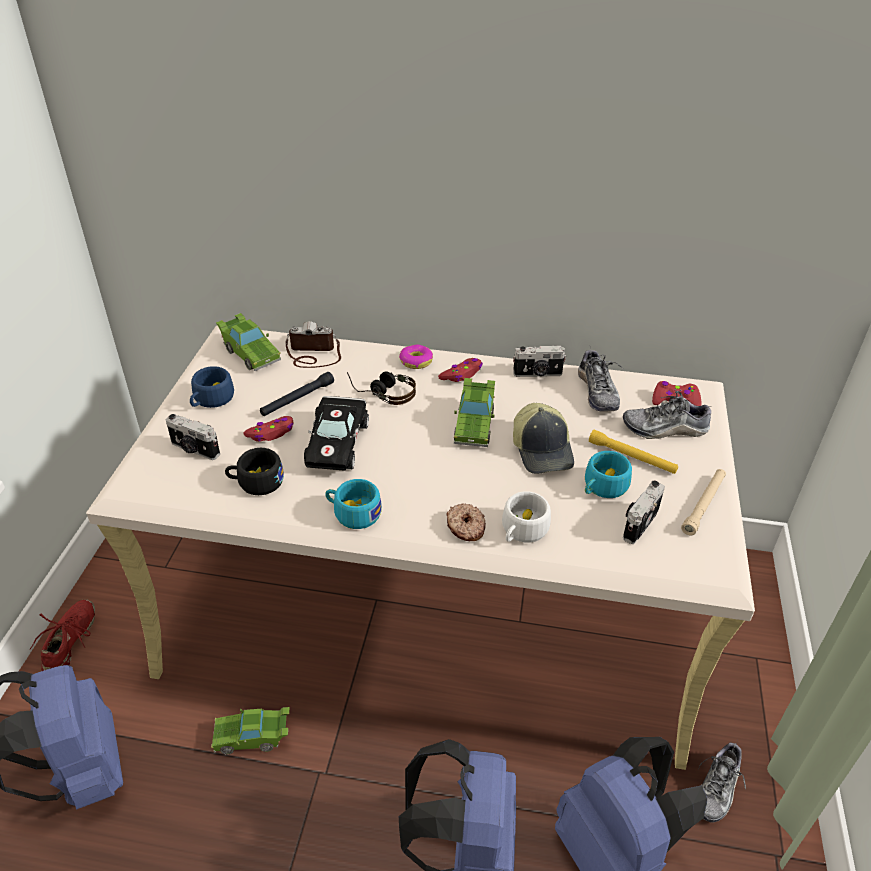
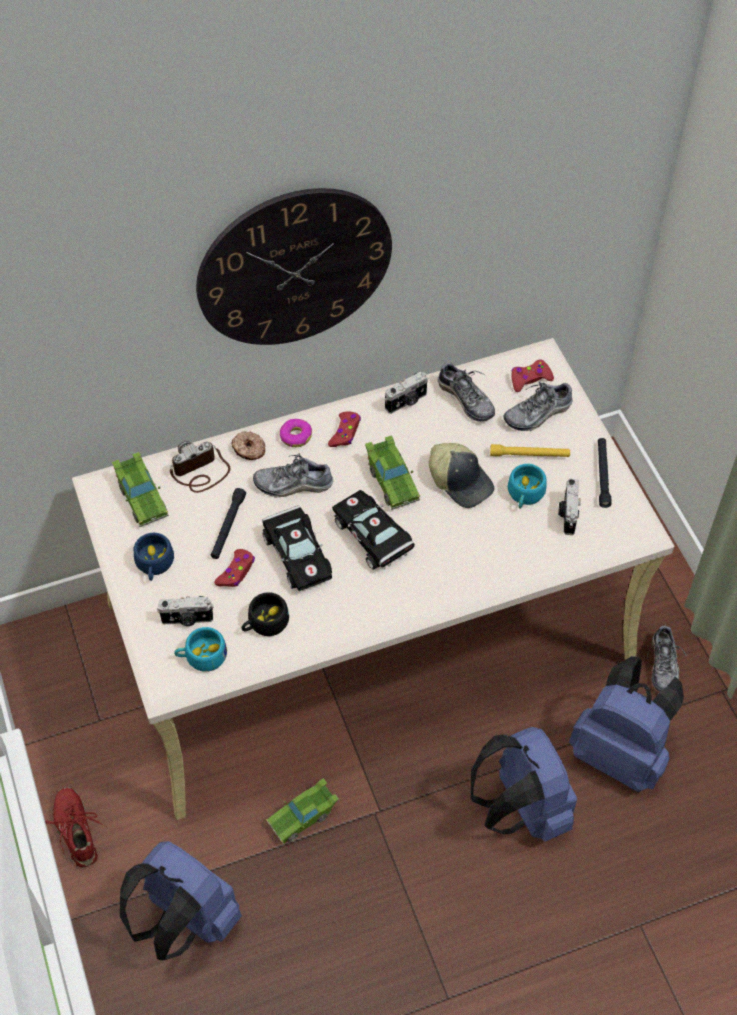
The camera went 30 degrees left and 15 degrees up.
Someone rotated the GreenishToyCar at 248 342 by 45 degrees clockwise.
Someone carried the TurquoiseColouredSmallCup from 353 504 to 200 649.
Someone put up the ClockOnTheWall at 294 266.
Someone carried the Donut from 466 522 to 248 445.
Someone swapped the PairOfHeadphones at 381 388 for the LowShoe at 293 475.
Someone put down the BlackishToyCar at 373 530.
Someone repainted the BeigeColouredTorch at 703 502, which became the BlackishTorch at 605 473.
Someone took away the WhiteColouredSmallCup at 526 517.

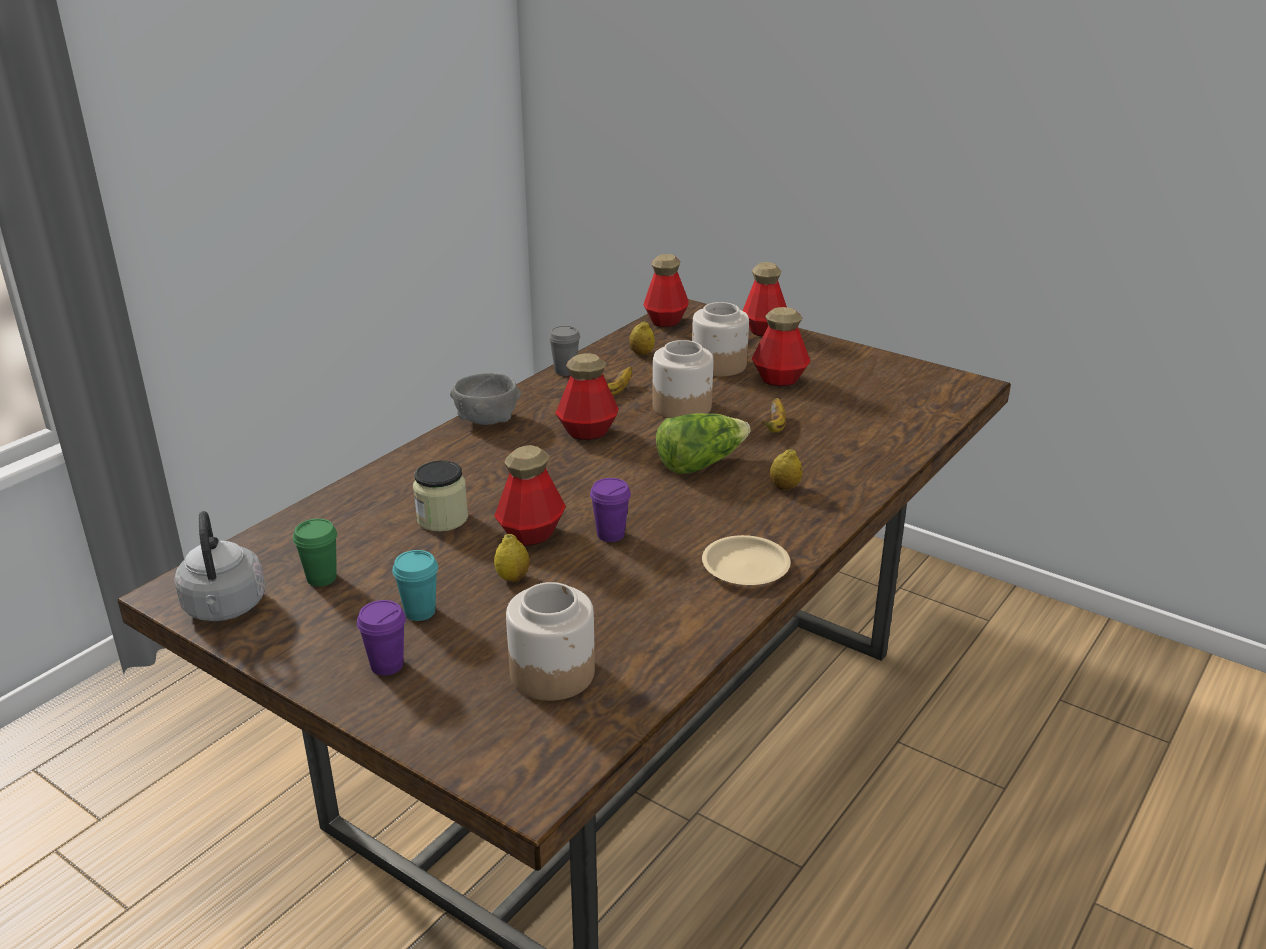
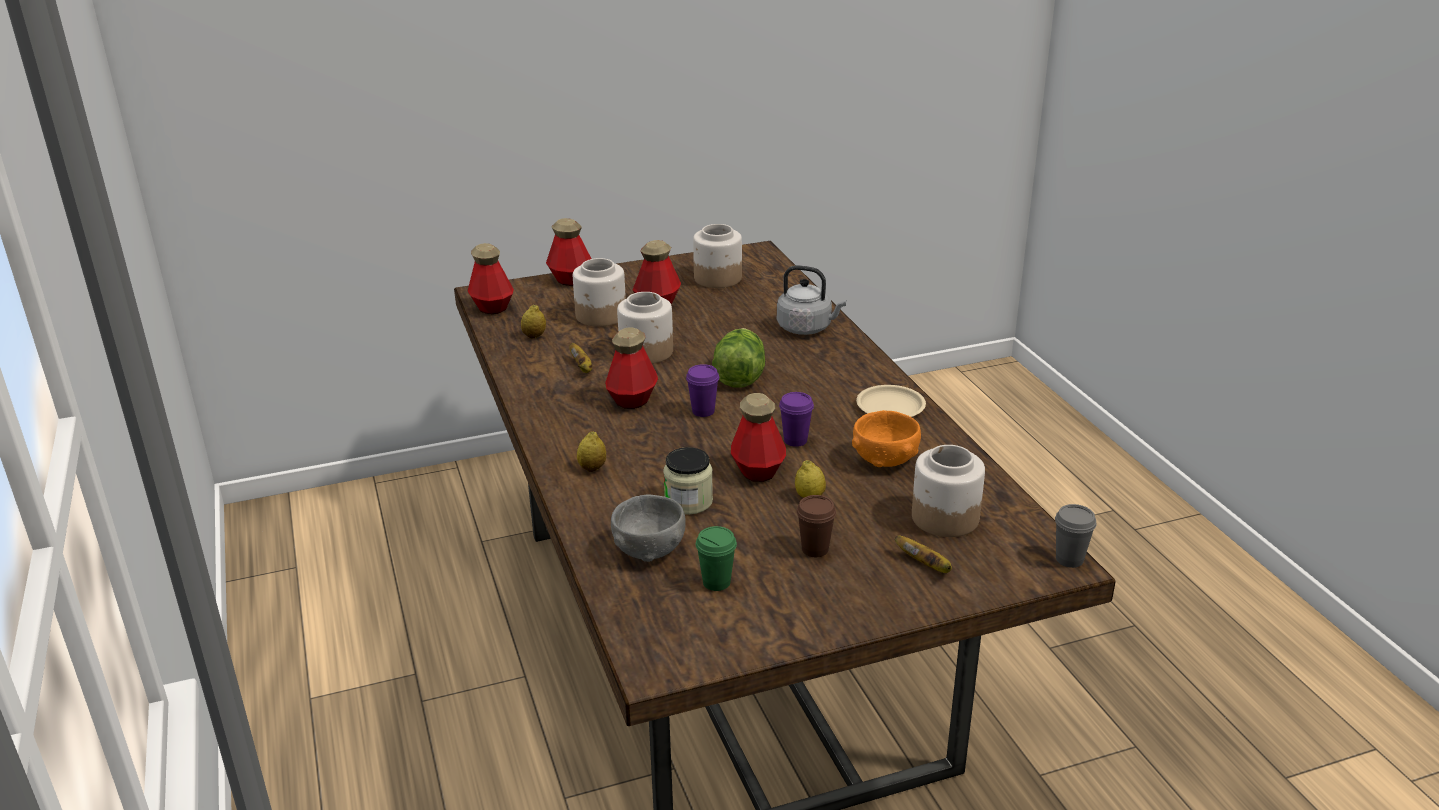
The camera went 55 degrees left and 0 degrees up.
Someone carried the CitrusFruit from 786 469 to 591 452.
Someone carried the GrayBowl from 485 399 to 648 528.
Someone carried the PurplishSmallCup from 381 638 to 702 390.
Someone put down the Jar at 717 256.
Someone carried the GrayWaterKettle from 219 566 to 811 300.
Someone repainted the TurquoiseColouredSmallCup at 415 585, which became the BrownishSmallCup at 816 526.
Someone put down the OrangeyBowl at 886 438.
Someone carried the WholeBanana from 774 415 to 923 554.
Someone carried the GraySmallCup from 564 351 to 1075 536.

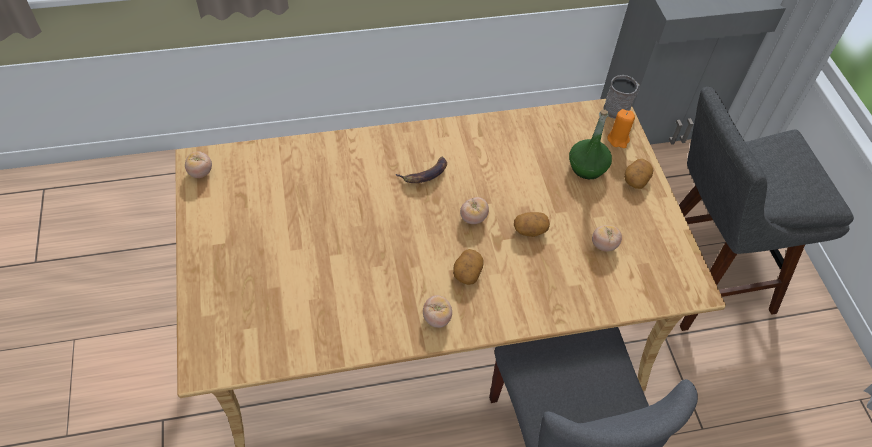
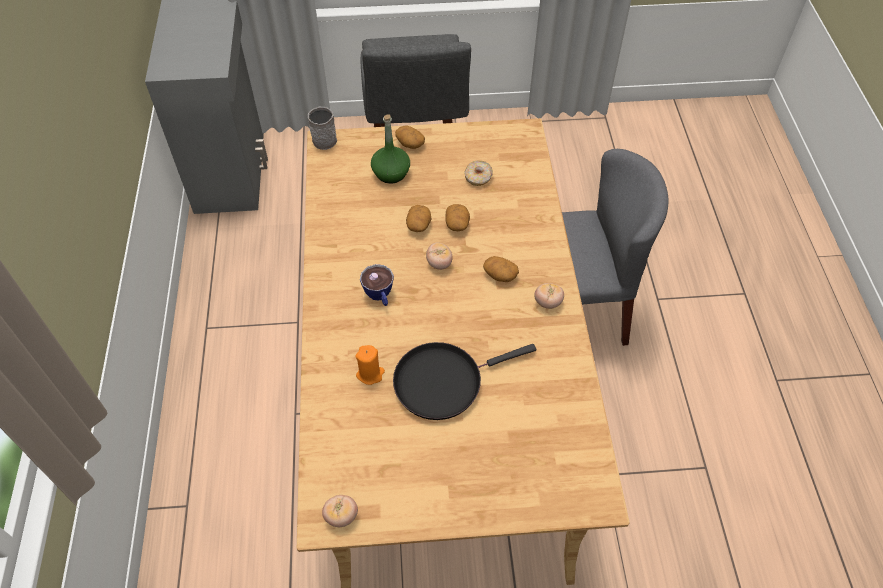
The camera went 80 degrees left and 0 degrees up.
Someone carried the OrangeyWaxCandle from 621 128 to 370 365.
Someone swapped the WholeBanana at 421 170 for the SmallCup at 377 285.
Someone put down the BlackishSkillet at 464 381.
Someone put down the Potato at 419 218.
Someone swapped the FreshTomato at 607 238 for the Donut at 478 173.

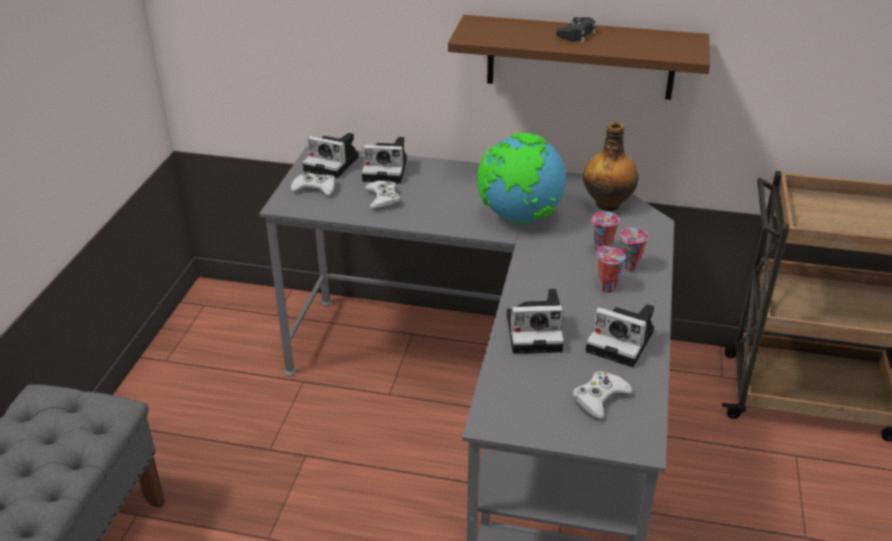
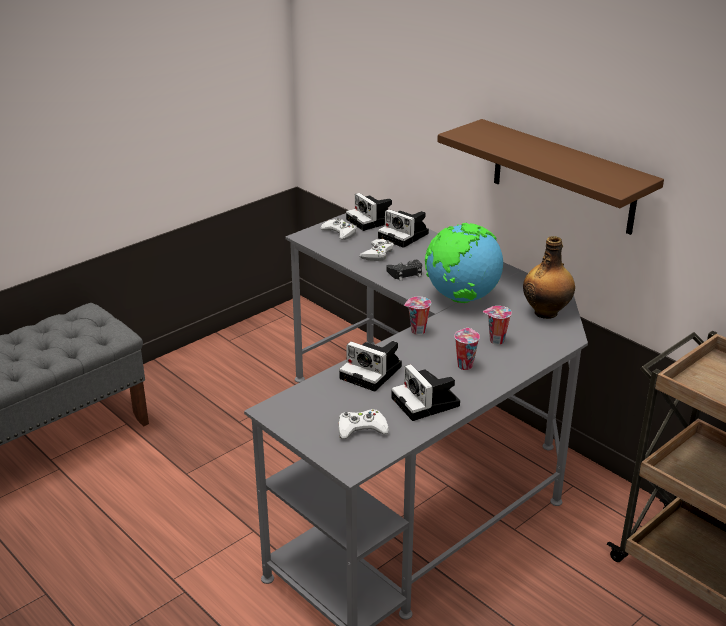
The camera went 35 degrees right and 5 degrees down.
Someone carried the BlackishGameController from 576 29 to 404 270.
Someone carried the SmallCup from 635 249 to 417 316.

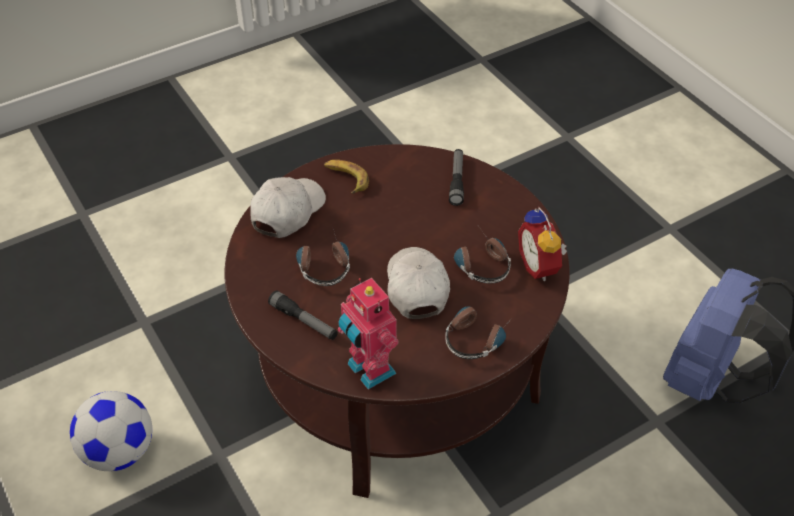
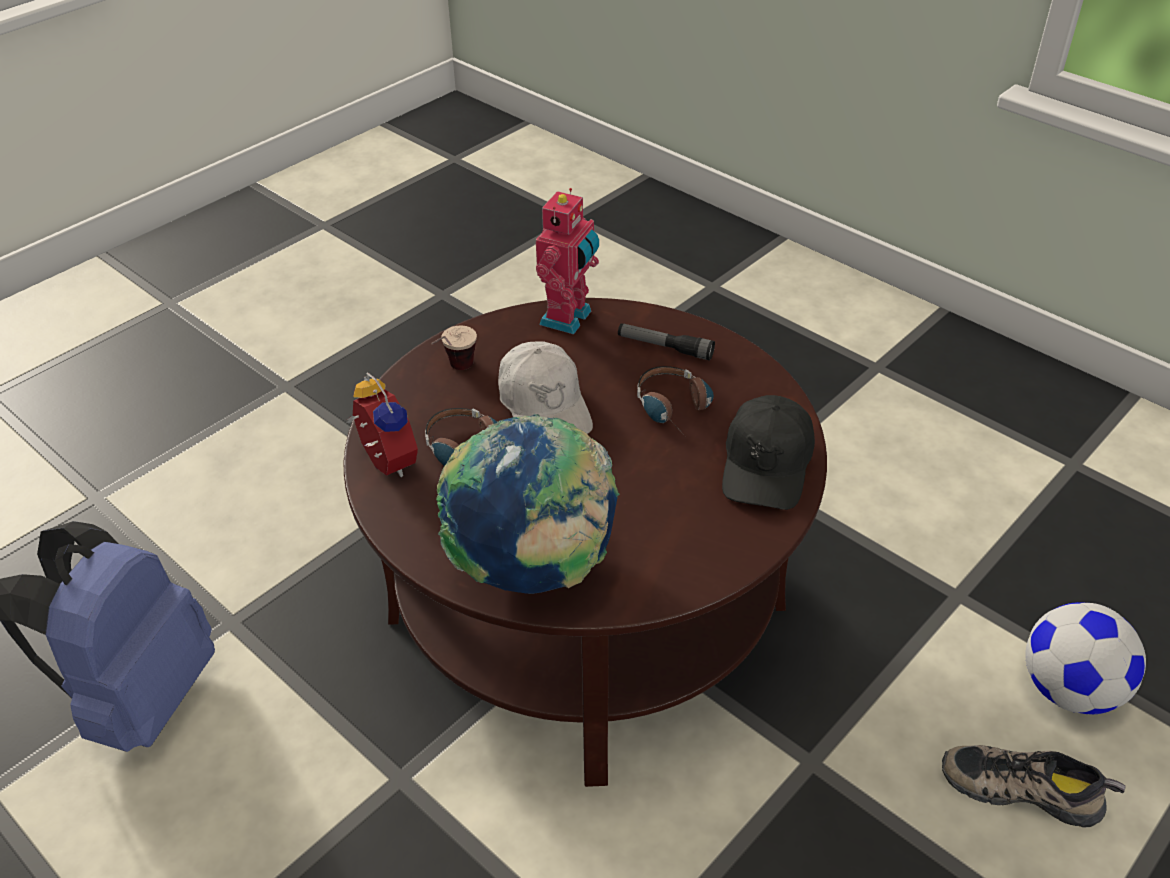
The camera went 165 degrees right and 5 degrees down.
Someone swapped the PairOfHeadphones at 480 333 for the SmallCup at 454 347.
Someone swapped the Torch at 456 177 for the Globe at 527 504.
Someone rotated the ModelRobot at 368 333 by 75 degrees clockwise.
Someone repainted the WhiteColouredBaseballCap at 288 207, which became the BlackishBaseballCap at 768 452.
Someone put down the LowShoe at 1034 786.
Someone carried the BallForFootball from 111 431 to 1085 658.
Someone took away the WholeBanana at 346 177.

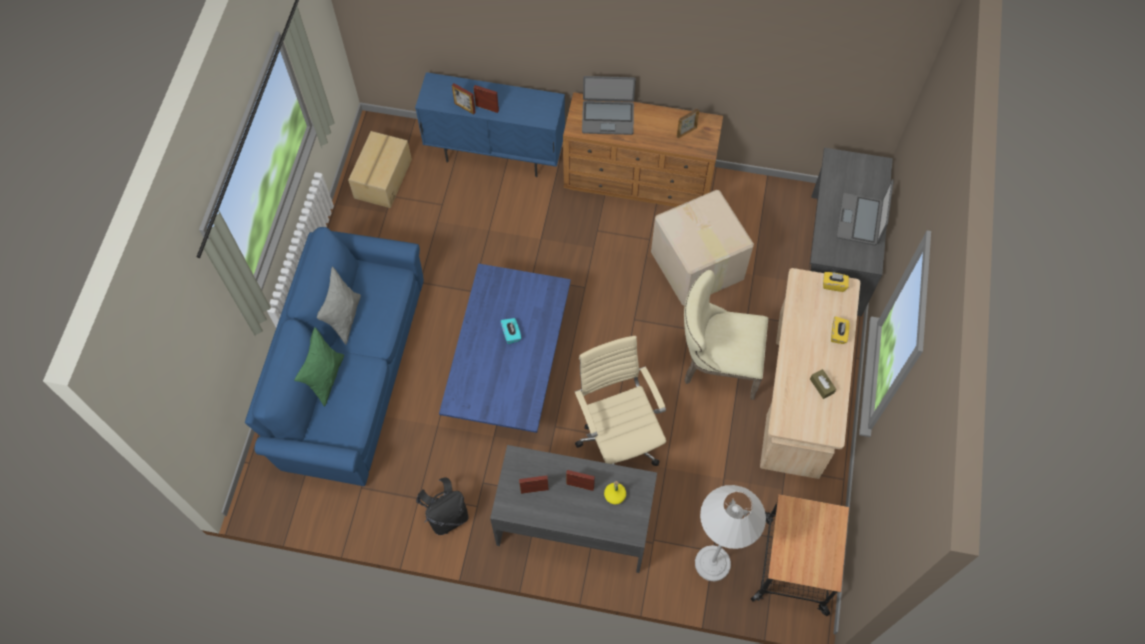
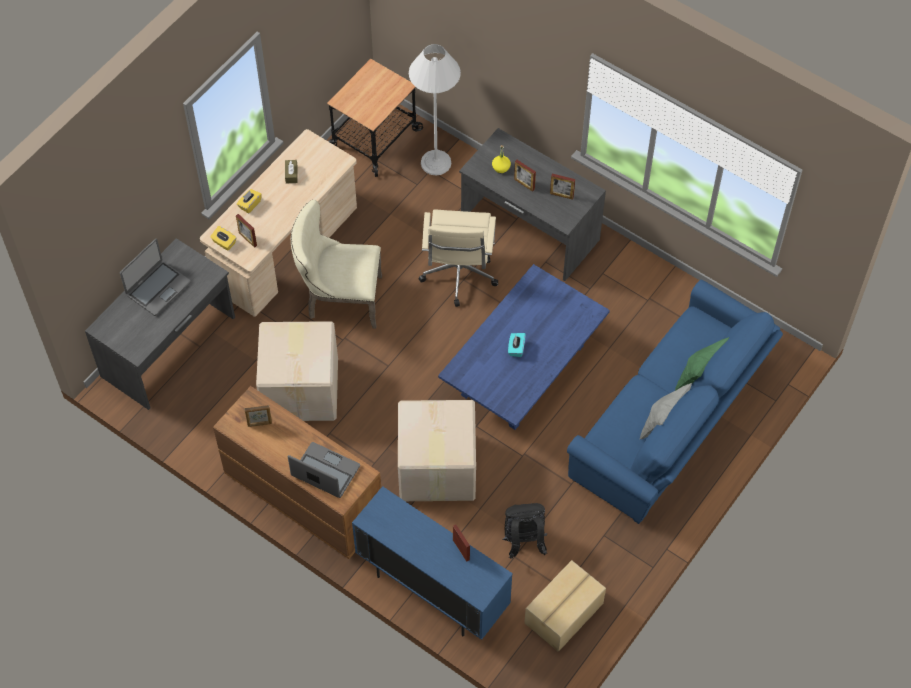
The camera went 155 degrees left and 5 degrees down.
Someone carried the StandingFrame from 486 99 to 246 231.
Someone rotated the BeigeColouredChair at 726 335 by 150 degrees clockwise.
Someone put down the PackingBox at 437 450.
Someone carried the BlackishRucksack from 442 506 to 524 531.

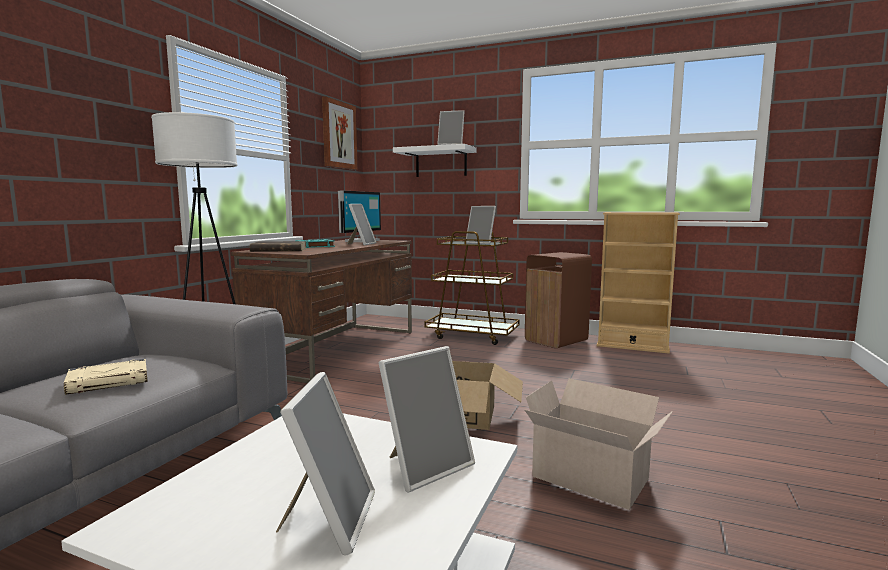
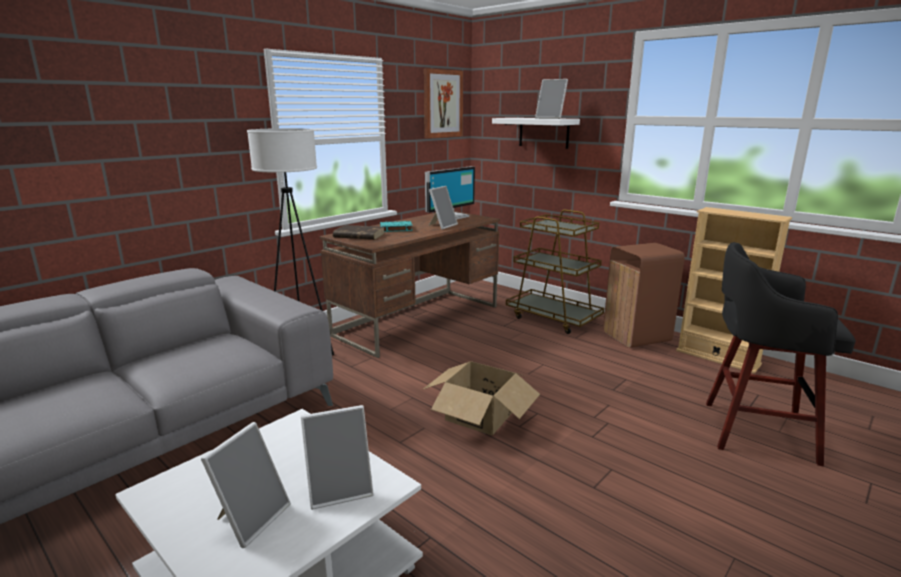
The camera went 20 degrees right and 10 degrees up.
Someone put down the BlackishStool at 781 354.
Someone took away the BeigeColouredBook at 106 377.
Someone took away the StandingFrame at 481 225.
Someone took away the PackingBox at 598 444.

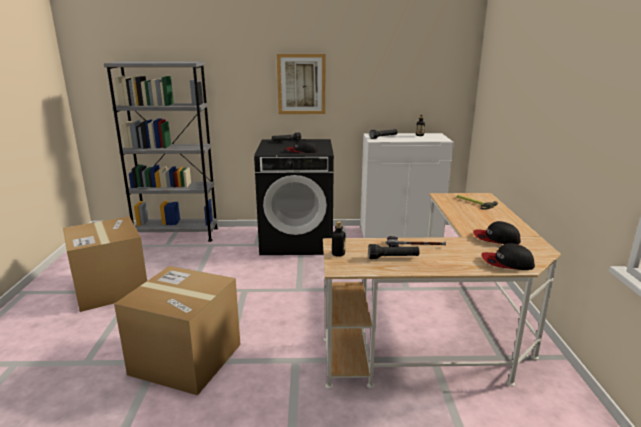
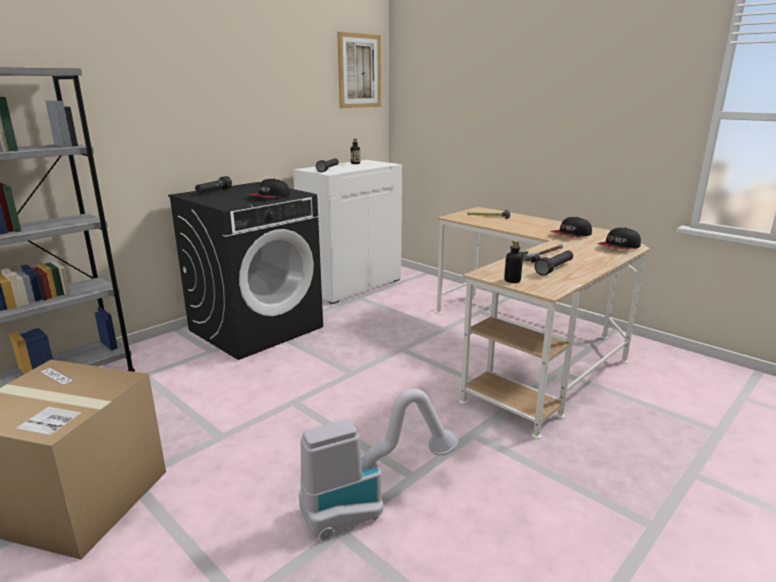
The camera went 45 degrees left and 0 degrees up.
Someone swapped the PackingBox at 177 331 for the VacuumCleaner at 379 465.
Someone carried the WallPicture from 301 84 to 359 70.

